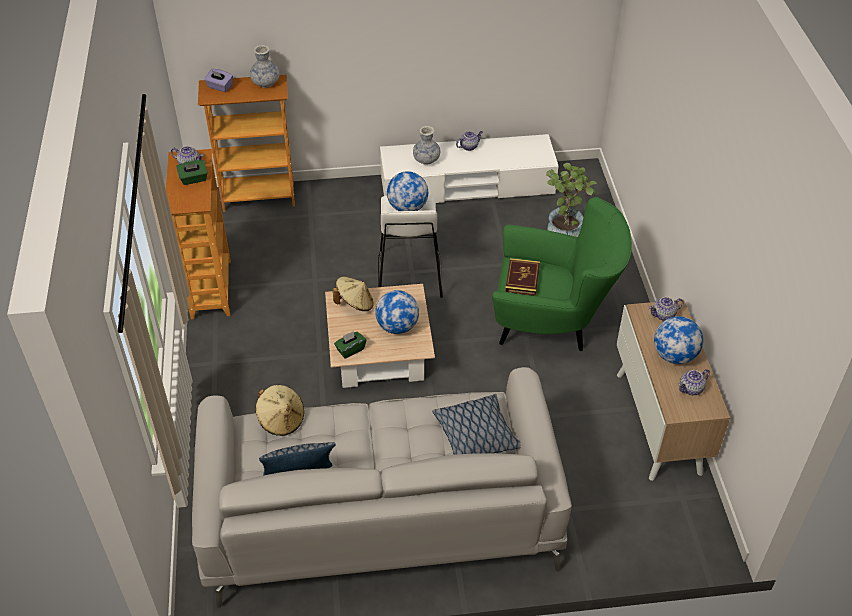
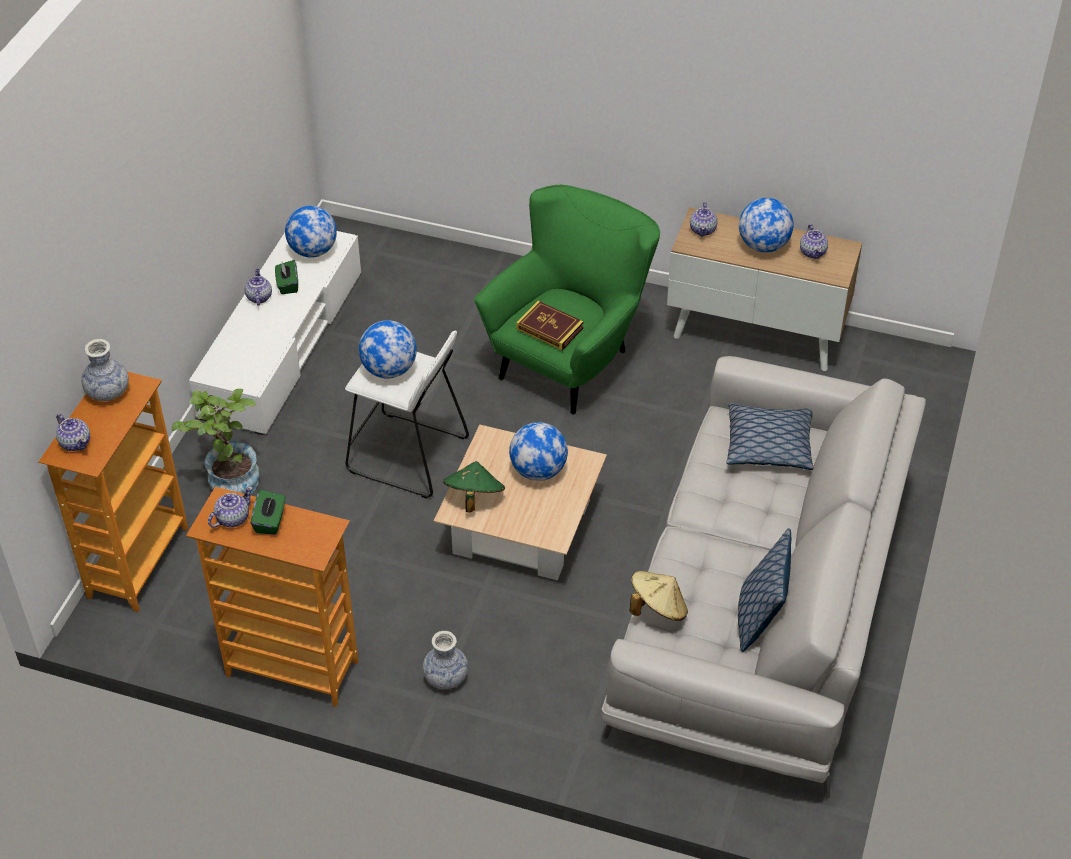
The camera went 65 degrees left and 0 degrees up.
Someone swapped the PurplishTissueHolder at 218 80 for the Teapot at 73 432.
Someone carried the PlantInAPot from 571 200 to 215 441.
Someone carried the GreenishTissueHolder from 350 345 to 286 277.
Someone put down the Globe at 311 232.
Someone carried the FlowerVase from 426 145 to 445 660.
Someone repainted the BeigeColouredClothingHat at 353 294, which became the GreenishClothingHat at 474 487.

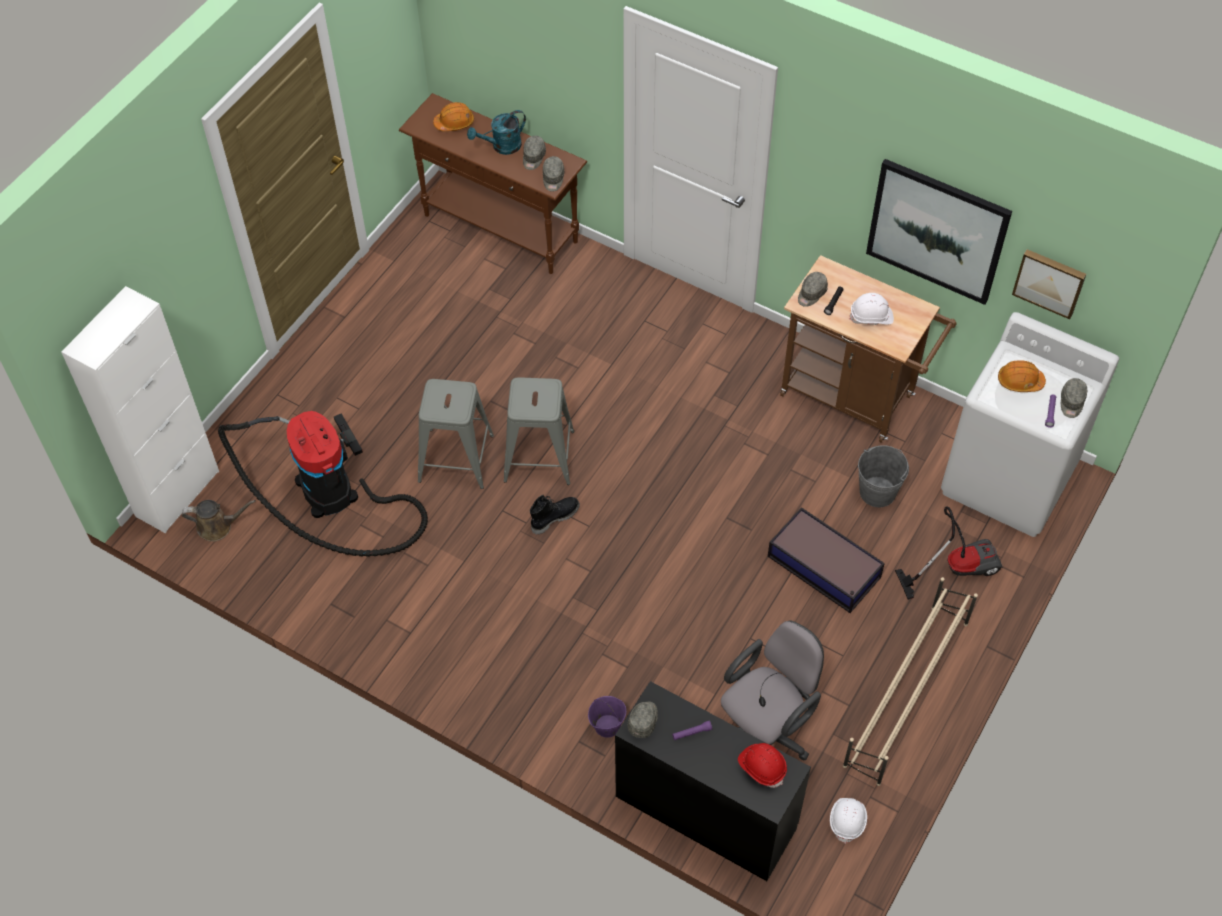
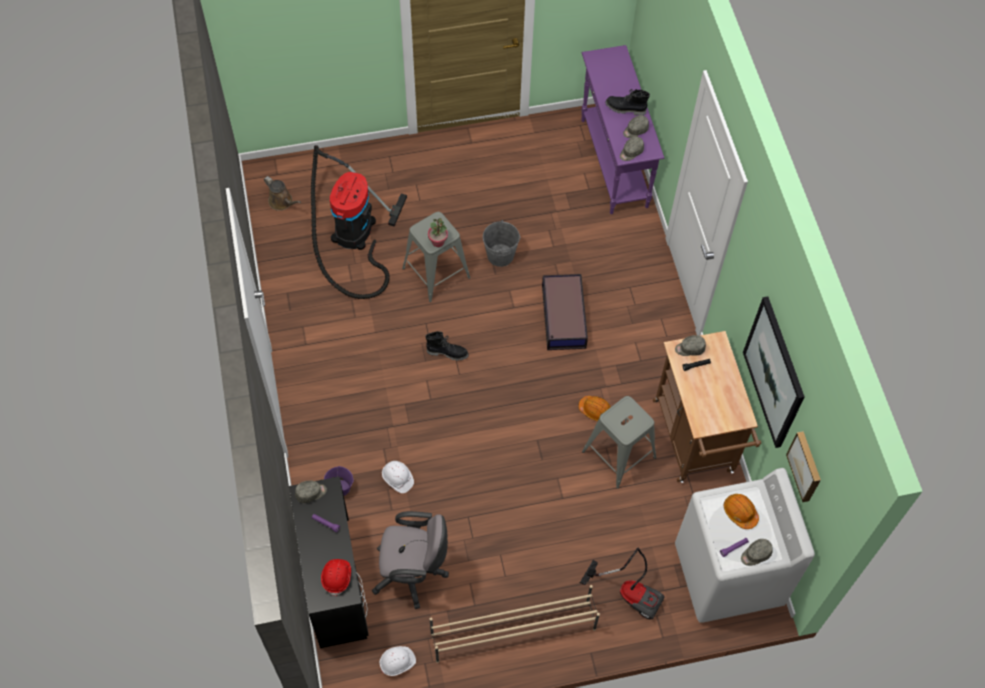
The camera went 45 degrees right and 5 degrees up.
Someone carried the WhiteColouredHardHat from 872 309 to 398 477.
Someone put down the PlantInAPot at 438 232.
Someone carried the GrayPail from 883 476 to 502 243.
Someone carried the StorageContainer from 826 560 to 565 312.
Someone carried the OrangeyHardHat from 453 116 to 595 408.
Someone repainted the BrownishConsoleTable at 493 183, which became the PurplishConsoleTable at 622 129.
Someone carried the GrayStool from 539 431 to 619 442.
Someone swapped the TurquoiseColouredWateringCan at 496 132 for the BlackishHighTopBoot at 627 102.
Someone took away the WhiteColouredCupboard at 140 409.

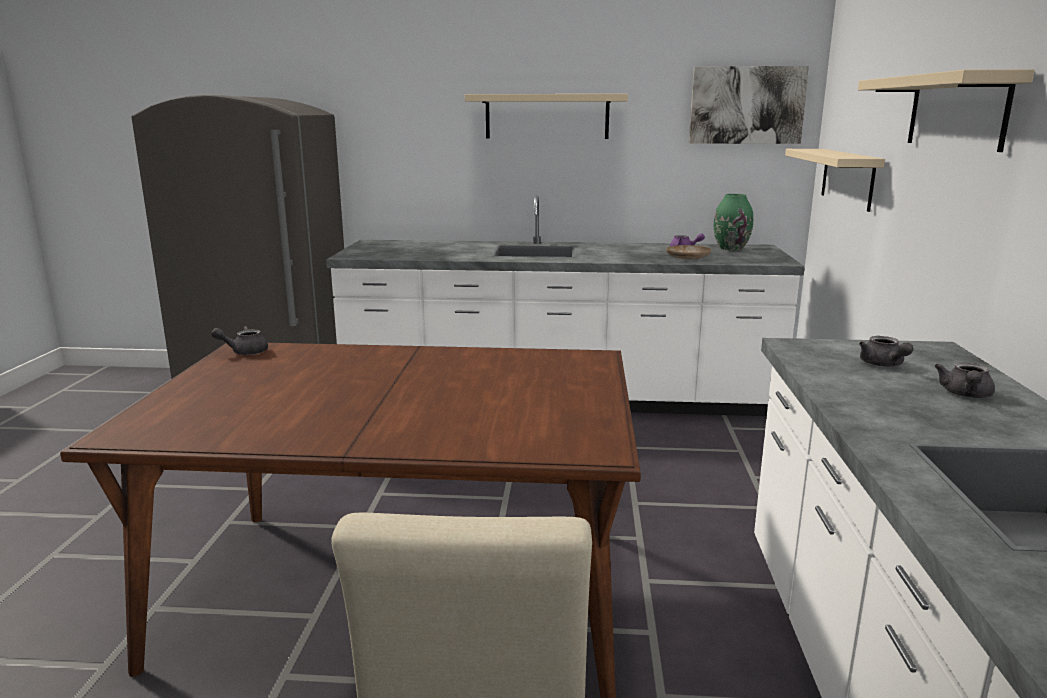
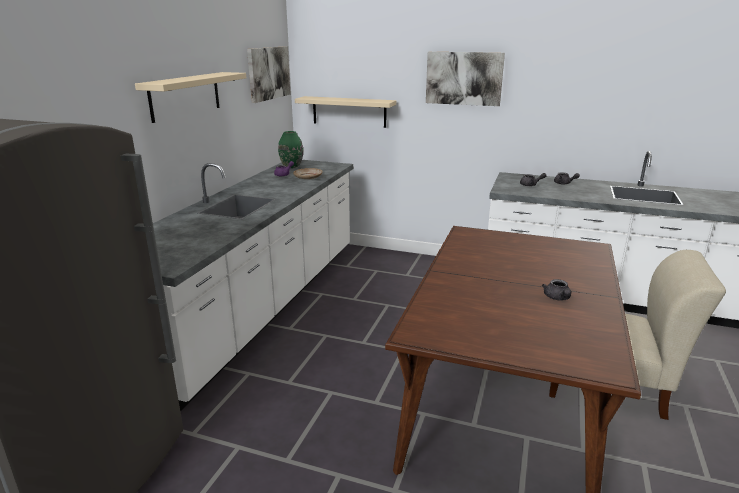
The camera went 75 degrees left and 5 degrees up.
Someone swapped the BeigeColouredShelf at 946 110 for the WallPicture at 465 79.
Someone carried the GrayTeapot from 239 340 to 556 289.

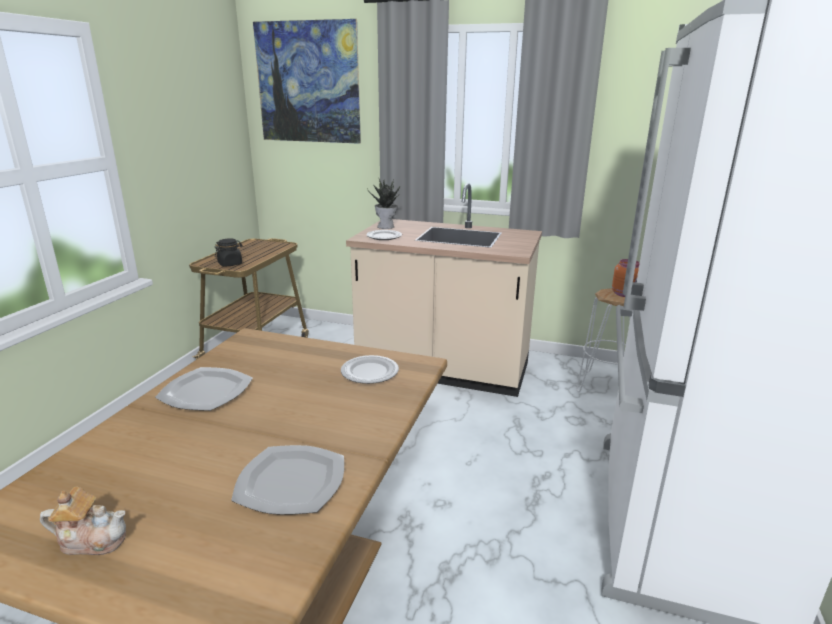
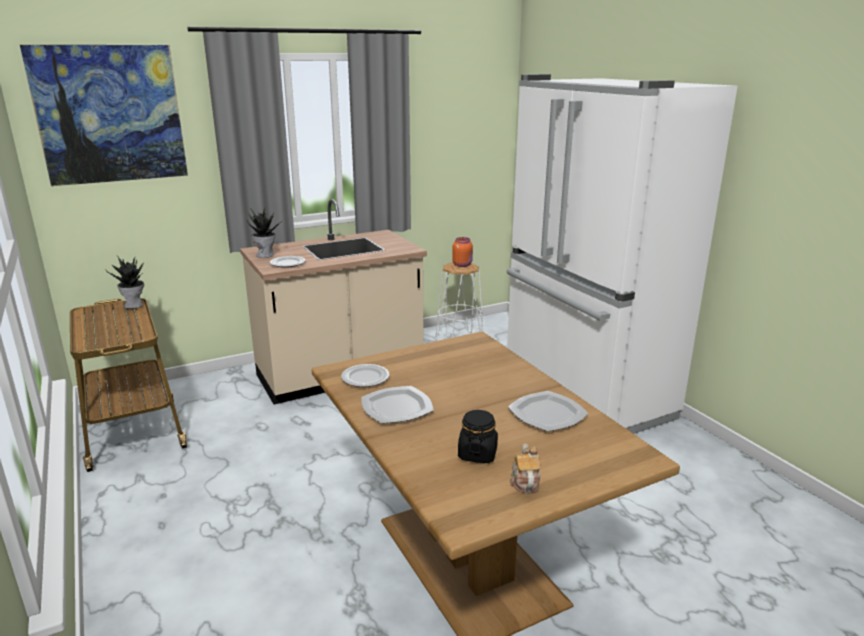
The camera went 45 degrees left and 0 degrees up.
Someone put down the PlantInAPot at 124 282.
Someone carried the DinnerPlate from 370 369 to 365 375.
Someone carried the BlackishJar from 229 252 to 478 436.
Someone rotated the Teapot at 83 520 by 45 degrees counterclockwise.

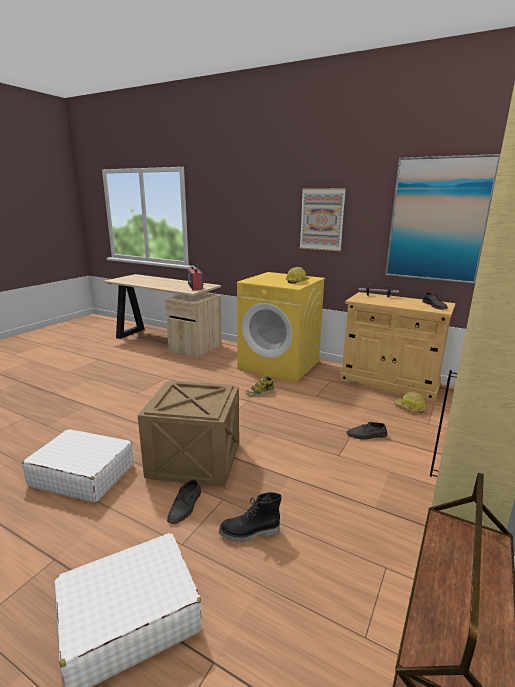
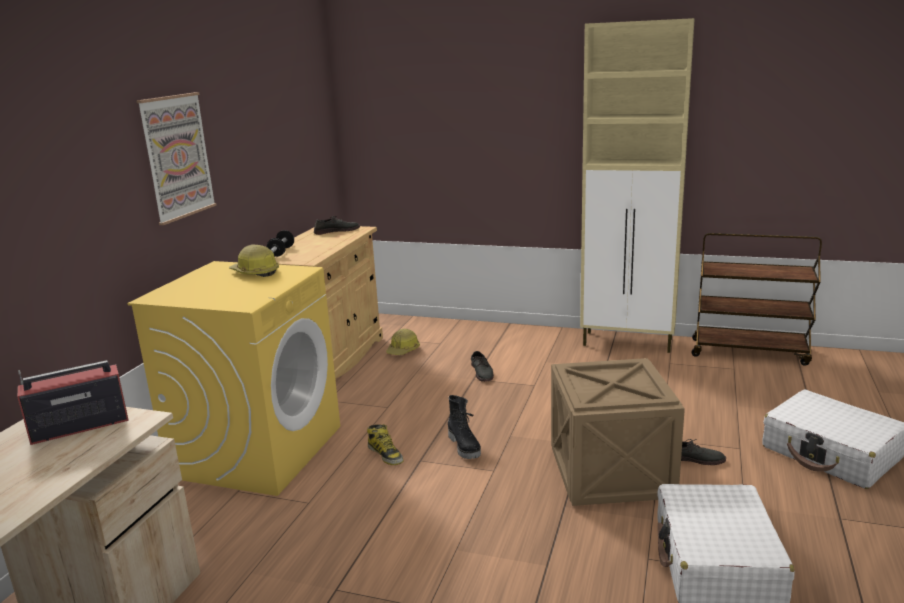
The camera went 100 degrees left and 0 degrees up.
Someone carried the BlackishHighTopBoot from 250 517 to 464 427.
Someone took away the WallPicture at 442 219.

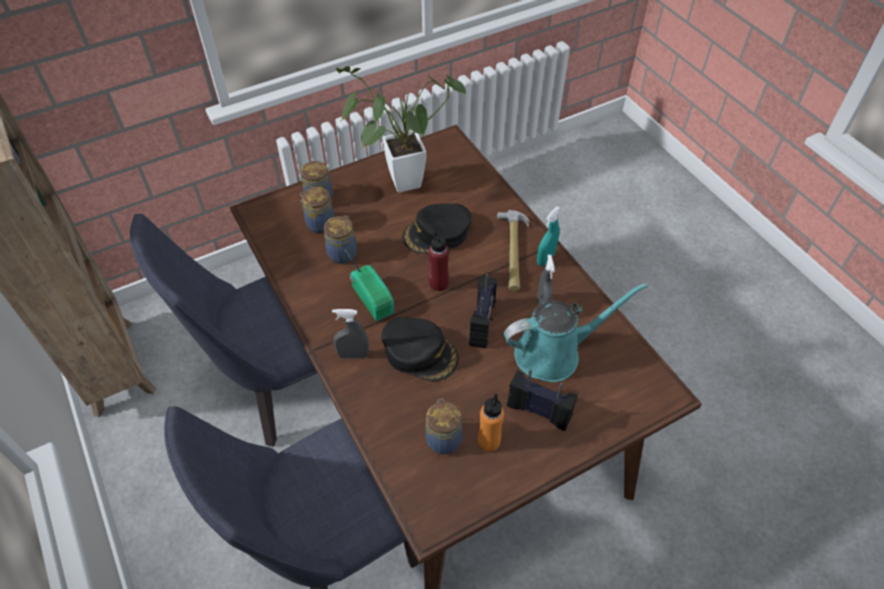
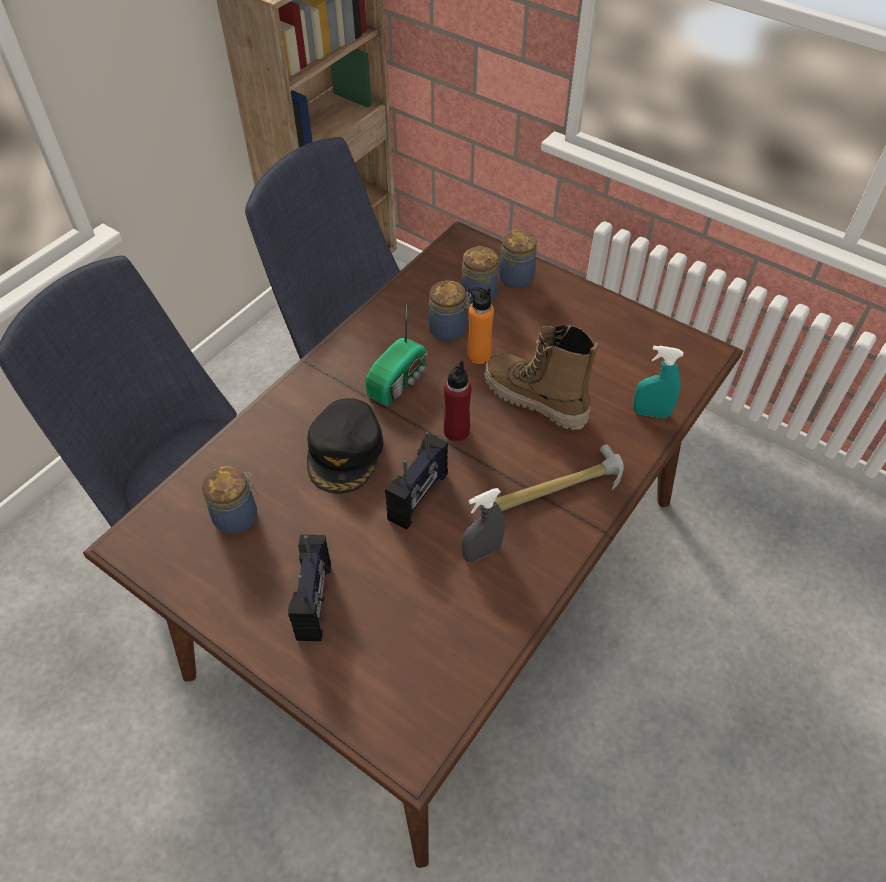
The camera went 65 degrees right and 0 degrees up.
Someone rotated the RadioReceiver at 483 311 by 45 degrees counterclockwise.
Someone carried the OrangeyBeverageBottle from 491 422 to 480 325.
Someone swapped the BlackishBaseballCap at 437 229 for the HighTopBoot at 541 377.
Someone carried the TurquoiseColouredSprayer from 548 236 to 658 382.
Someone took away the GraySprayer at 350 334.
Someone took away the PlantInAPot at 401 129.
Someone took away the TurquoiseColouredWateringCan at 576 332.

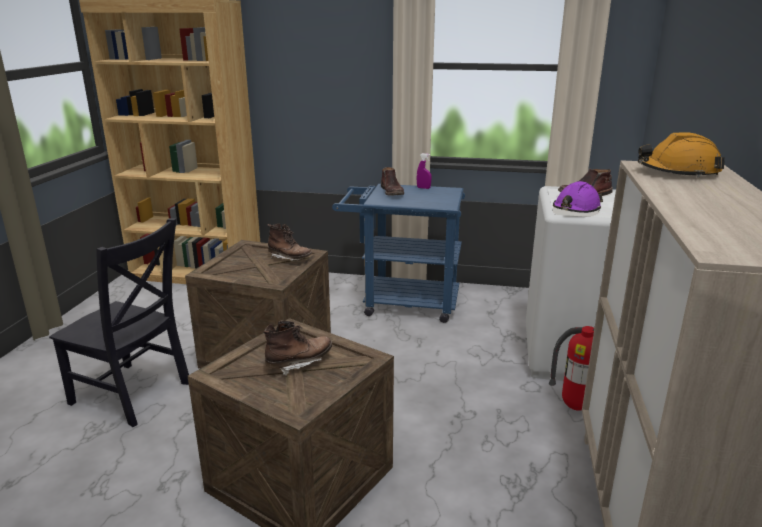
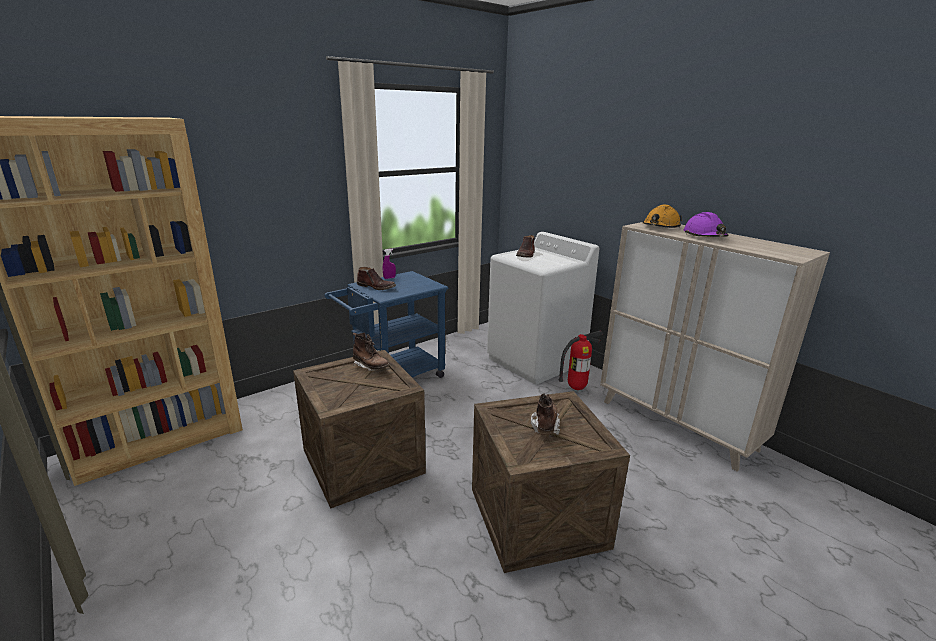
The camera went 50 degrees left and 0 degrees up.
Someone rotated the BrownishHighTopBoot at 289 242 by 60 degrees clockwise.
Someone carried the PurplishHardHat from 578 197 to 706 224.
Someone took away the BlackishChair at 119 322.

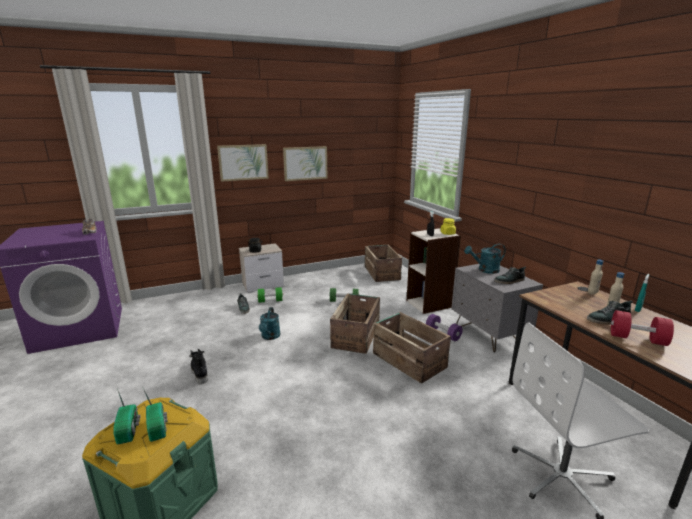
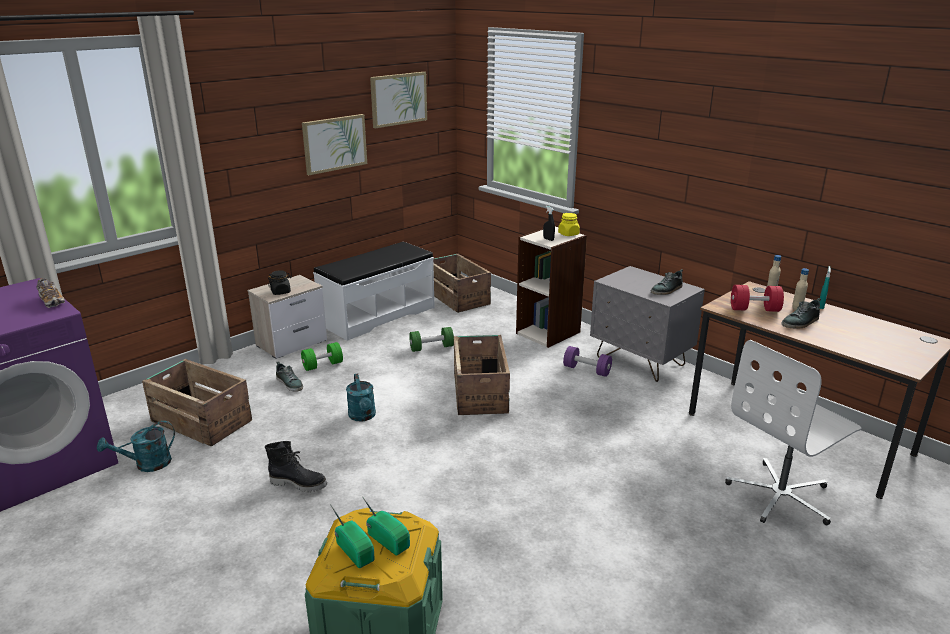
The camera went 20 degrees left and 5 degrees up.
Someone carried the TurquoiseColouredWateringCan from 485 259 to 136 446.
Someone carried the PackingCrate from 412 348 to 197 403.
Someone rotated the BlackishHighTopBoot at 198 366 by 150 degrees clockwise.
Someone put down the WhiteColouredLongSeat at 374 291.
Someone carried the WallPicture from 243 163 to 398 100.
Someone carried the ReddishHandWeight from 642 328 to 757 298.

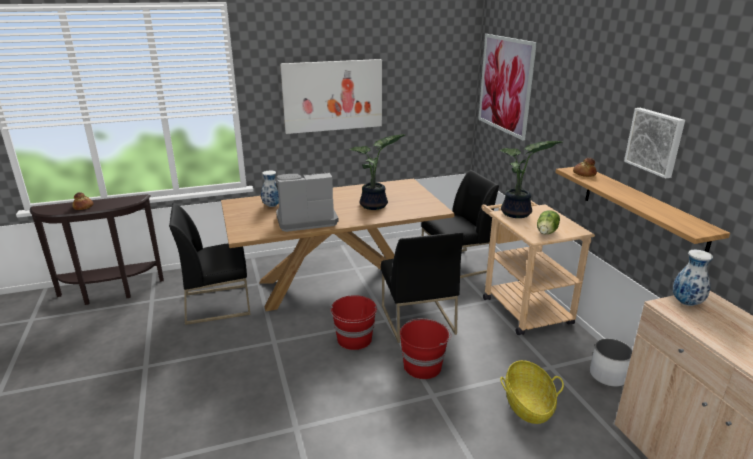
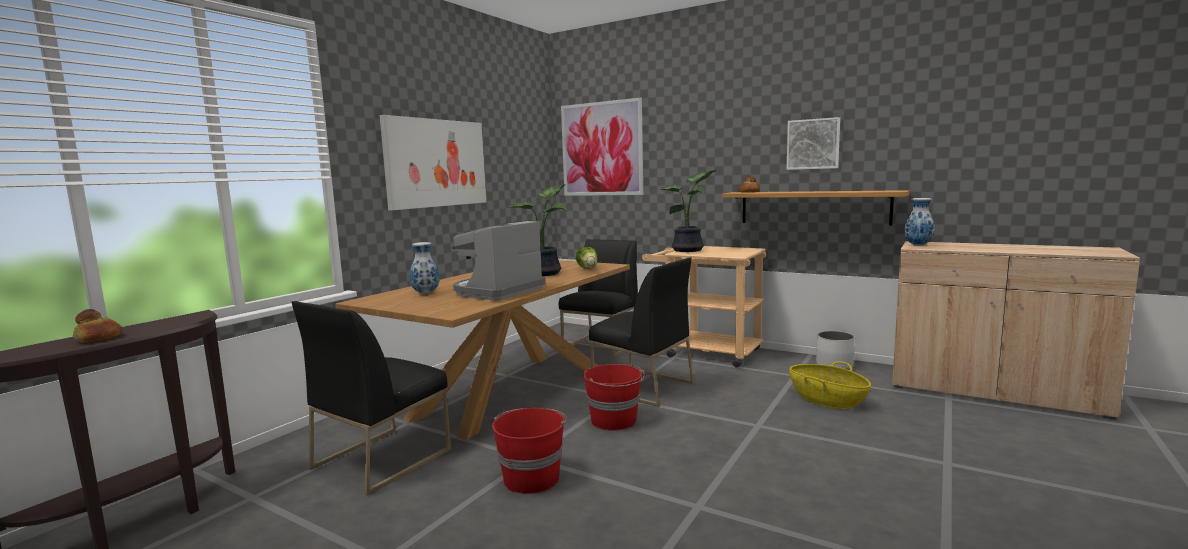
The camera went 40 degrees left and 15 degrees down.
Someone carried the ReddishPail from 425 348 to 529 451.
Someone carried the HeadOfLettuce from 548 222 to 587 258.

